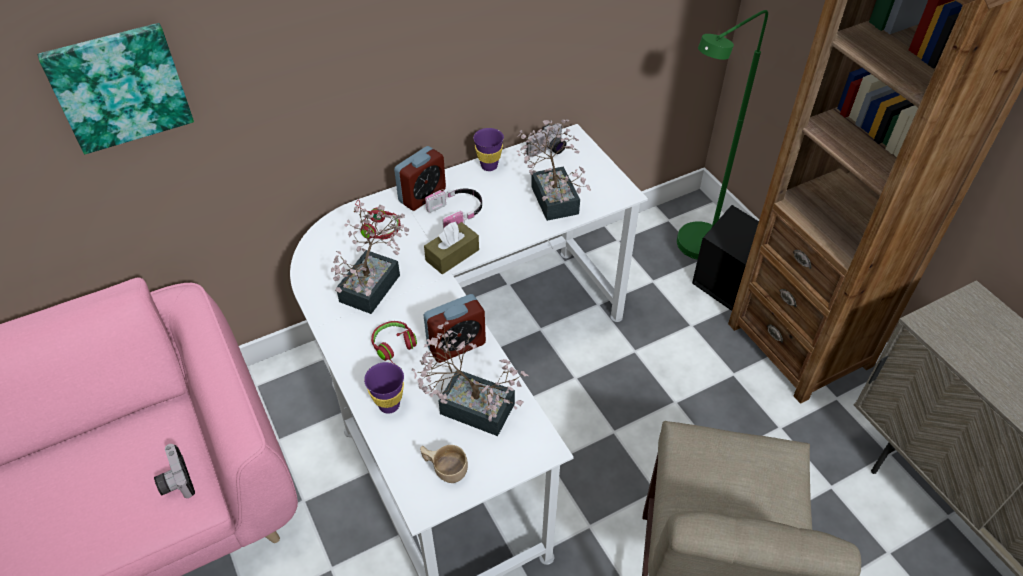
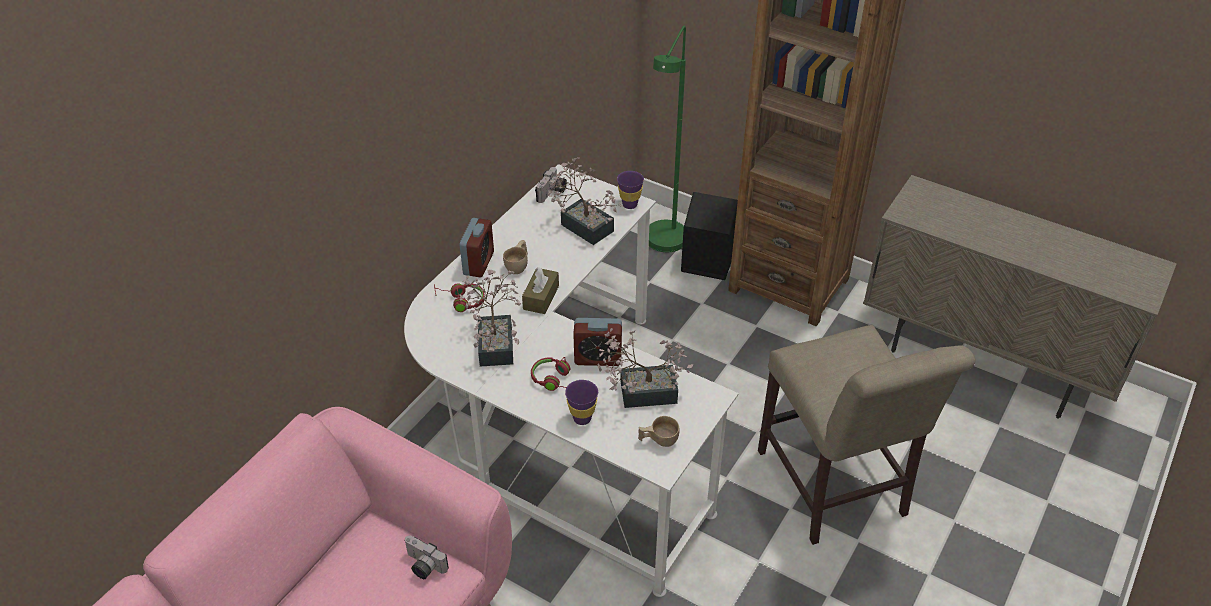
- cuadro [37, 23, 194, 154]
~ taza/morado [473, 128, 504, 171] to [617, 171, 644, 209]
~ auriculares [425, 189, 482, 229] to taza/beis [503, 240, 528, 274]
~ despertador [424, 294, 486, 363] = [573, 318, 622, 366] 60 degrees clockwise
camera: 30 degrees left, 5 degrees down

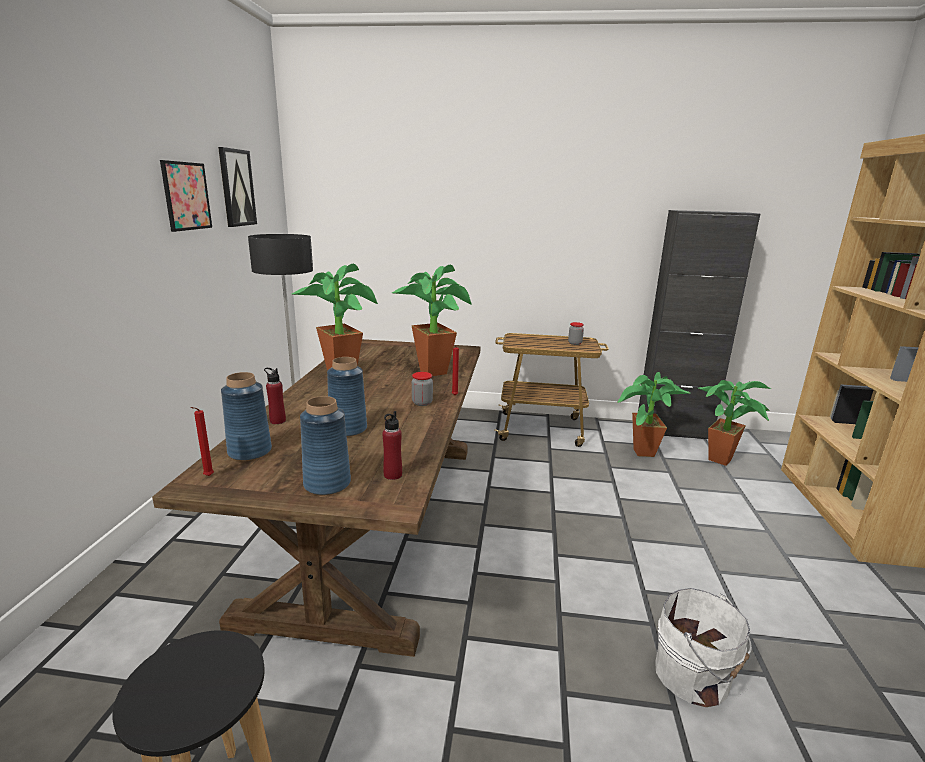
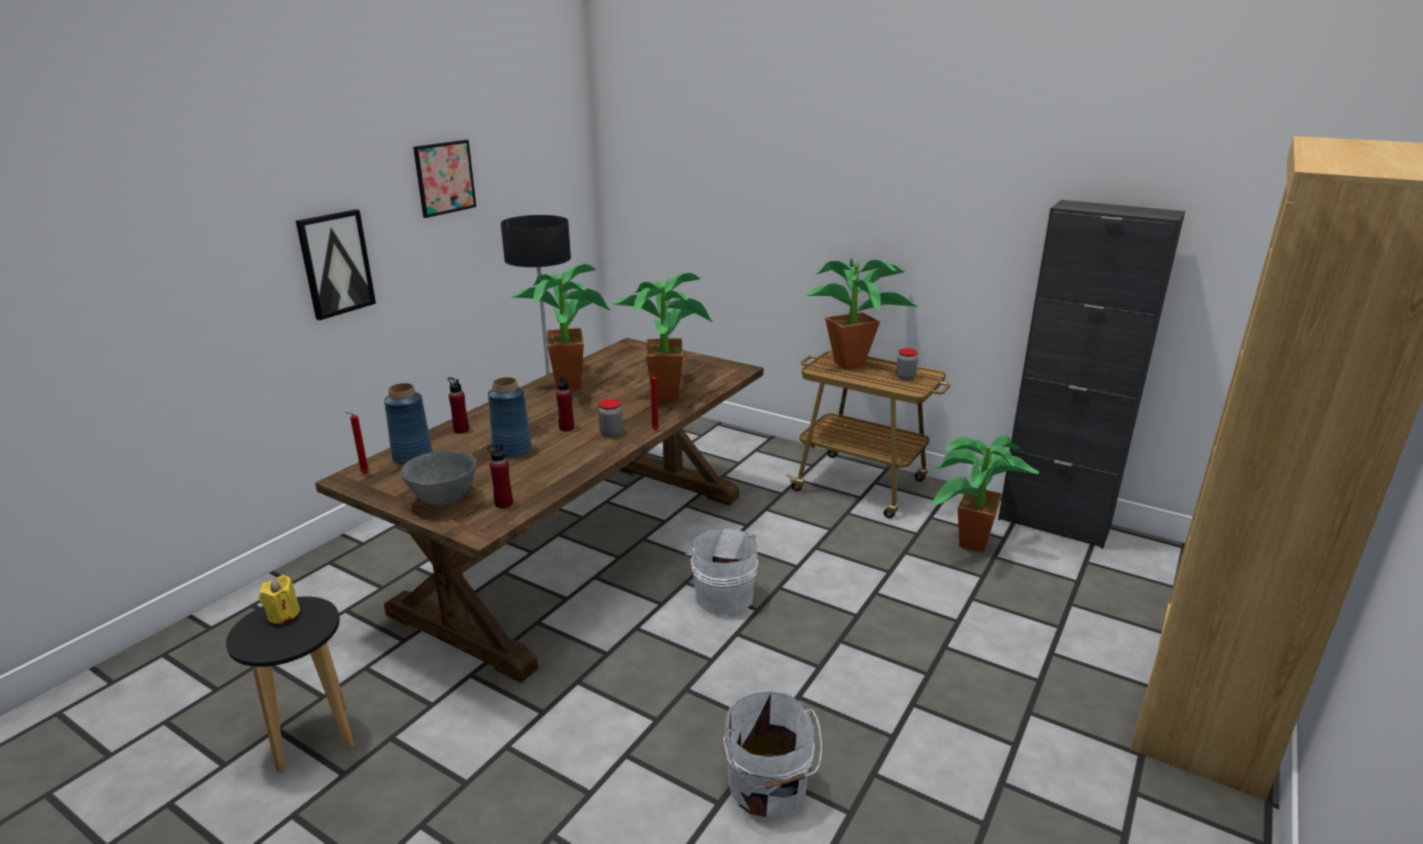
~ cuadro [218, 147, 257, 227] to [296, 209, 376, 320]
~ planta en maceta [698, 380, 771, 466] to [805, 258, 919, 370]
~ florero/azul [300, 396, 351, 495] to cuenco/gris [401, 450, 476, 505]
+ botella/rojo [556, 375, 574, 431]
+ cubo/blanco [685, 528, 758, 615]
+ vela/amarillo [259, 575, 300, 624]
camera: 25 degrees right, 5 degrees up

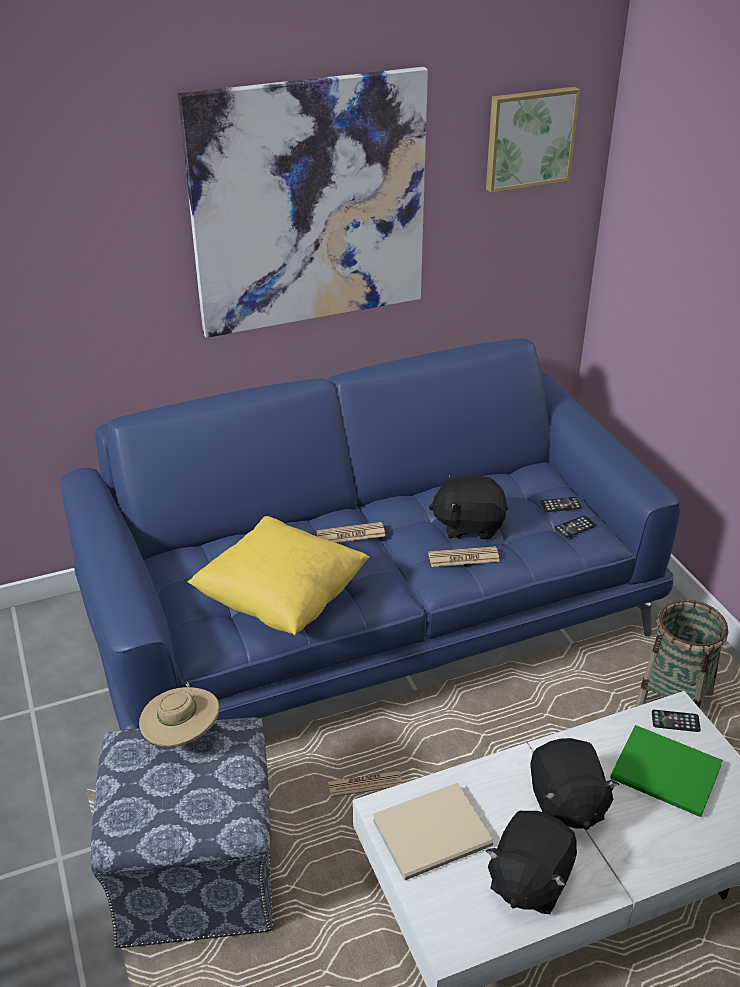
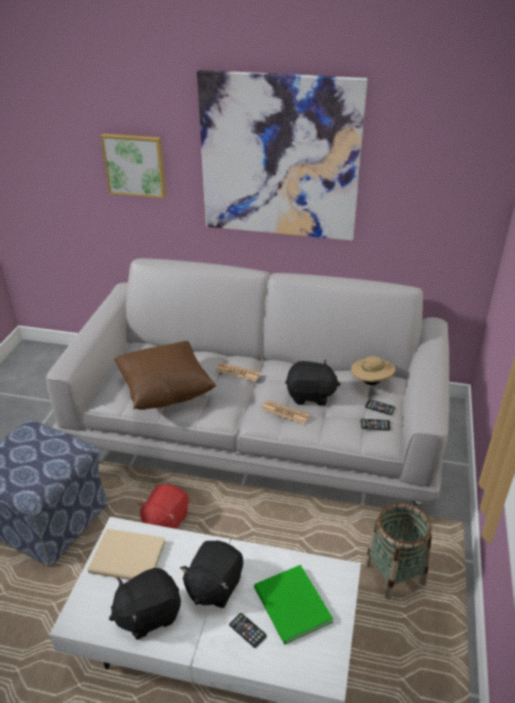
~ cuadro [486, 87, 580, 193] to [101, 134, 166, 198]
~ sofá/azul [61, 338, 680, 730] to sofá/gris [46, 258, 450, 509]
~ peluche/negro [429, 473, 508, 539] = [285, 360, 340, 406] 150 degrees clockwise
~ cojín/amarillo [188, 516, 369, 635] to cojín/marrón [114, 341, 216, 410]
~ sombrero/beis [139, 682, 219, 747] to [351, 355, 395, 385]
~ móvil [652, 710, 701, 732] to [229, 613, 267, 648]
~ periódico [328, 771, 402, 797] to peluche/rojo [137, 484, 189, 529]
camera: 35 degrees right, 0 degrees up

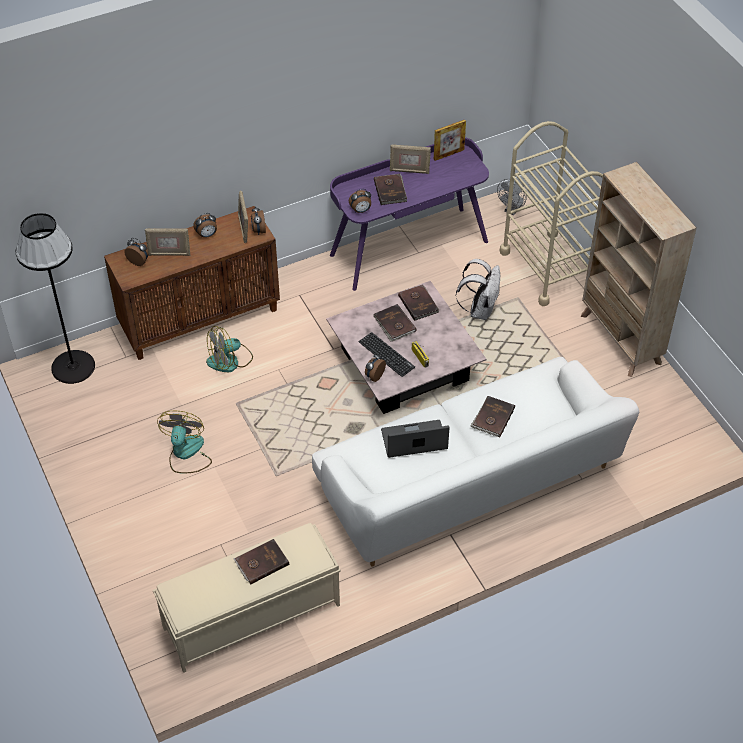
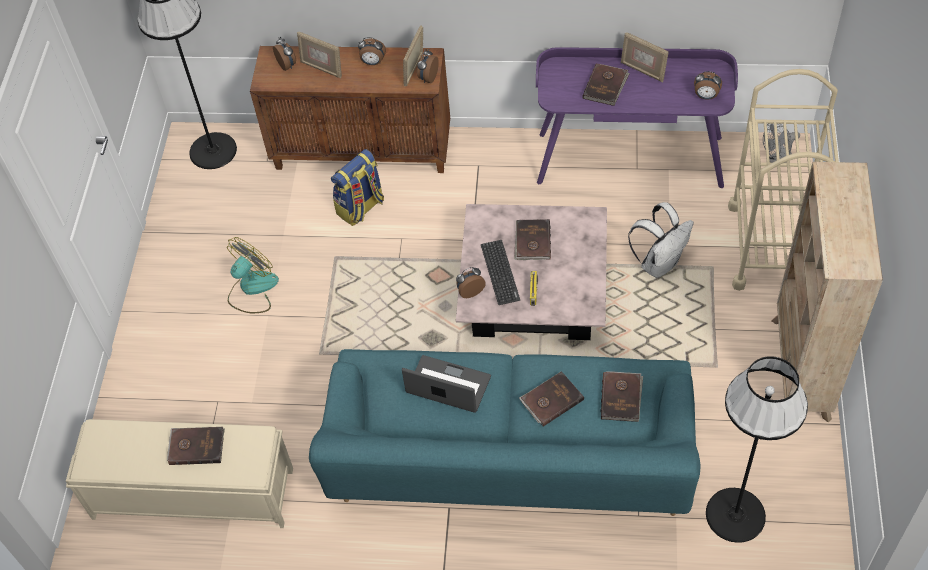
- portarretratos [434, 119, 466, 161]
~ despertador [349, 189, 371, 213] to [694, 71, 722, 100]
~ libro/marrón [398, 284, 439, 321] to [600, 372, 643, 422]
~ ventilador [206, 326, 253, 372] to mochila [331, 149, 384, 226]
~ sofá/blanco [312, 357, 639, 567] to sofá/turquesa [309, 349, 700, 516]
+ lámpara de pie/negro [706, 356, 808, 543]
camera: 35 degrees right, 5 degrees up

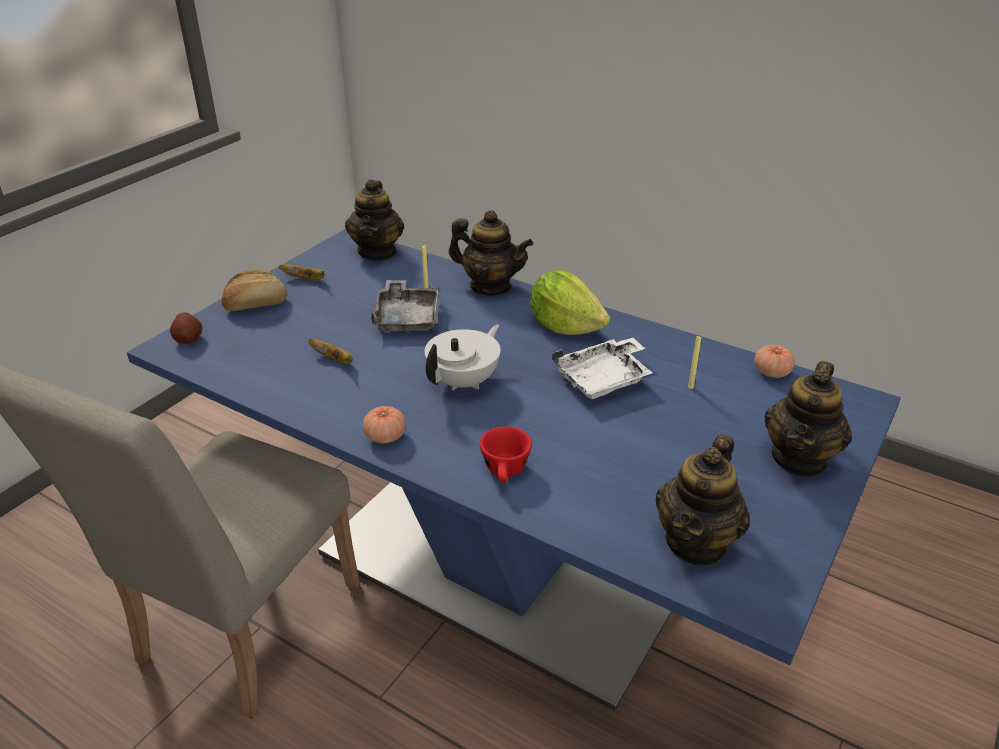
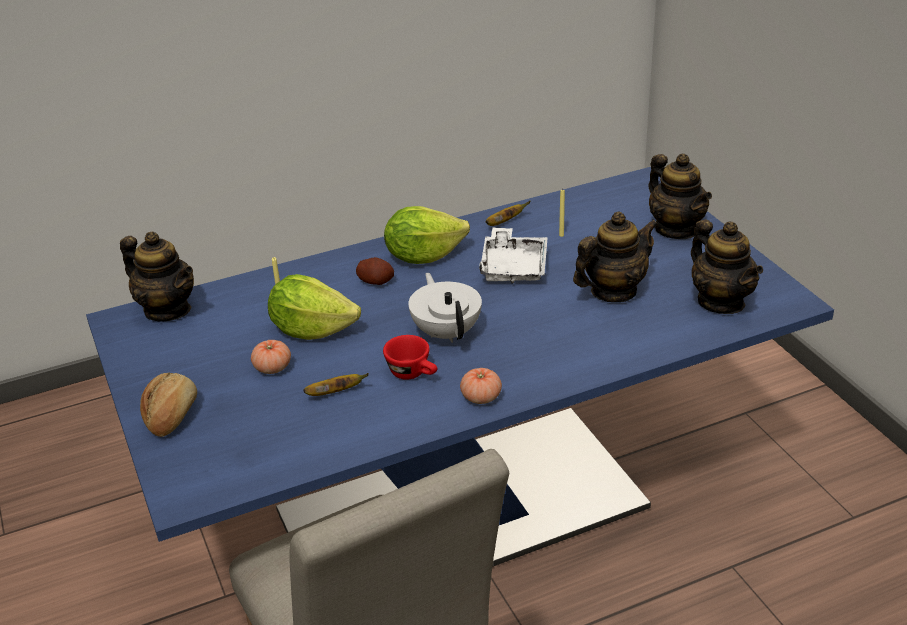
~ tetera [449, 210, 533, 295] to [573, 212, 658, 302]
~ plátano [279, 264, 325, 280] to [486, 201, 530, 226]
~ bandeja/gris [371, 280, 441, 333] to lechuga [268, 274, 361, 340]
~ patata [170, 312, 202, 344] to [356, 257, 394, 285]
~ tomate [754, 345, 795, 378] to [251, 340, 291, 374]
~ taza/rojo [480, 426, 532, 482] to [383, 335, 437, 380]
camera: 55 degrees left, 0 degrees up

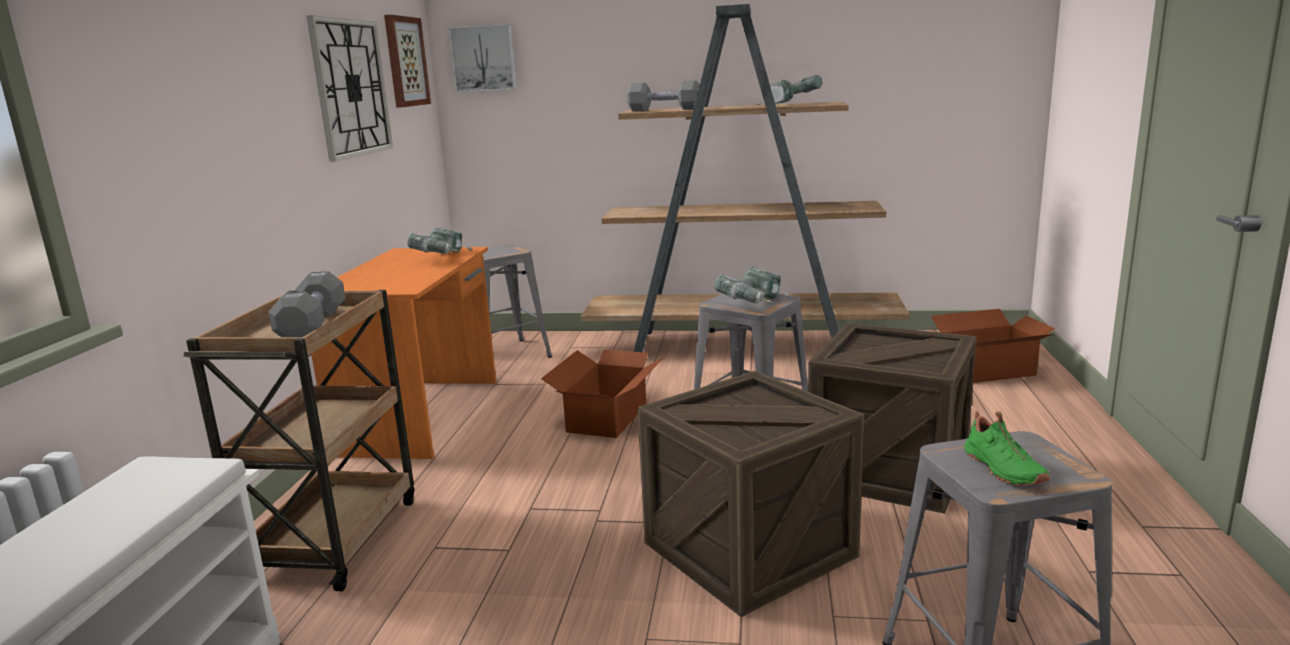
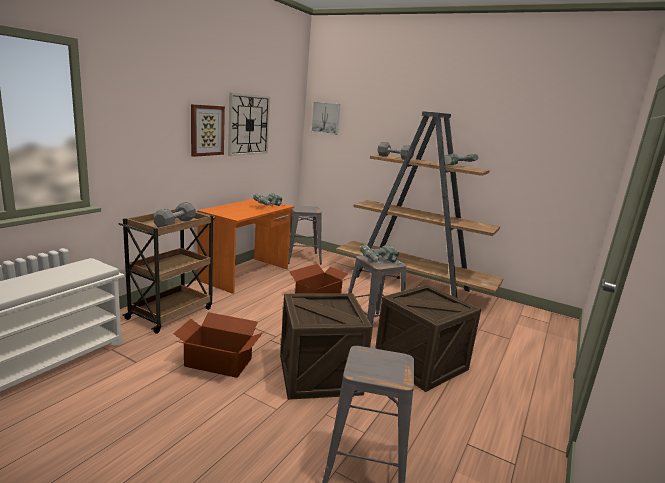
~ cuadro [384, 15, 431, 108] to [191, 104, 225, 157]
~ caja de cartón [927, 309, 1055, 383] to [173, 312, 263, 378]
- zapato/verde [965, 411, 1050, 486]
camera: 20 degrees right, 0 degrees up

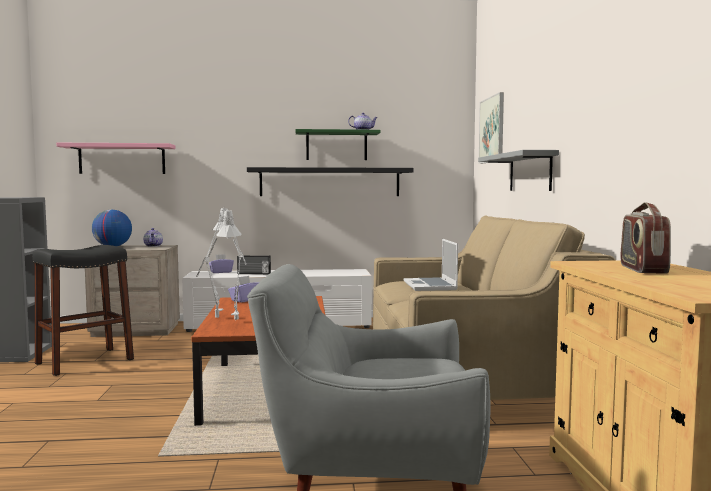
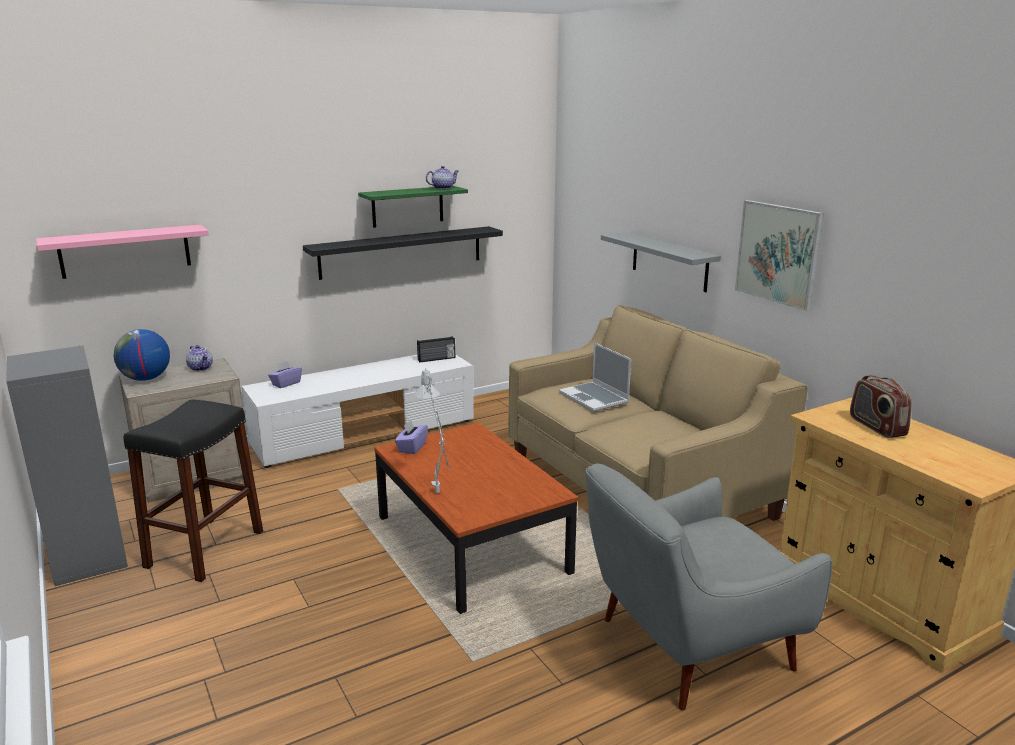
~ cuadro [479, 92, 504, 164] to [735, 200, 824, 311]
- lámpara de mesa/gris [216, 210, 247, 320]
~ radio [237, 256, 271, 274] to [417, 336, 455, 362]
camera: 25 degrees left, 15 degrees up

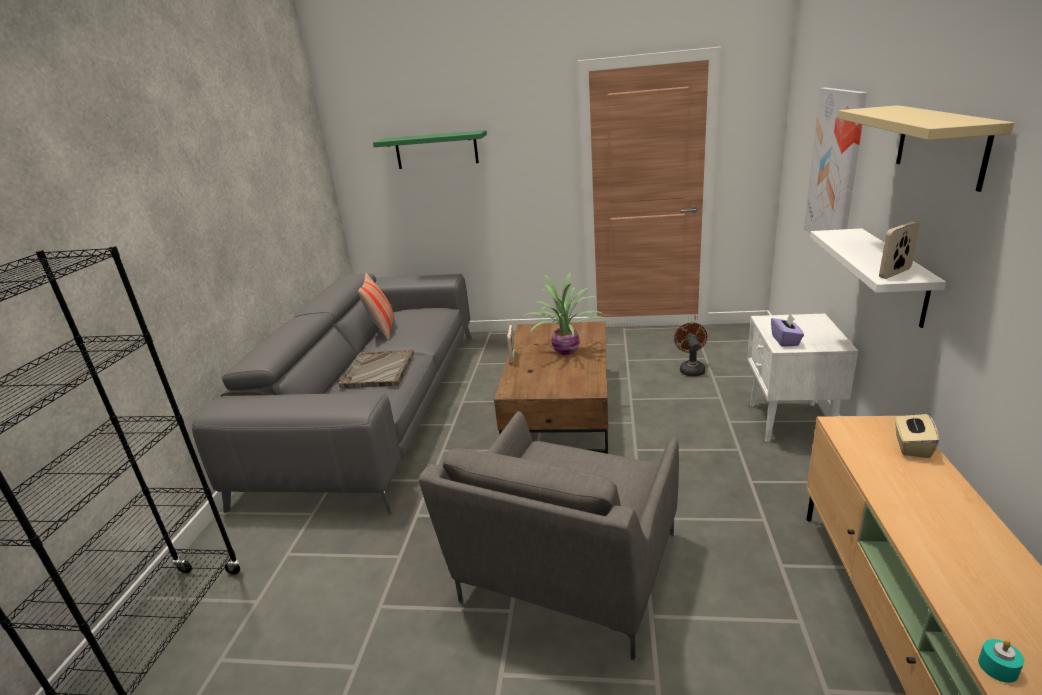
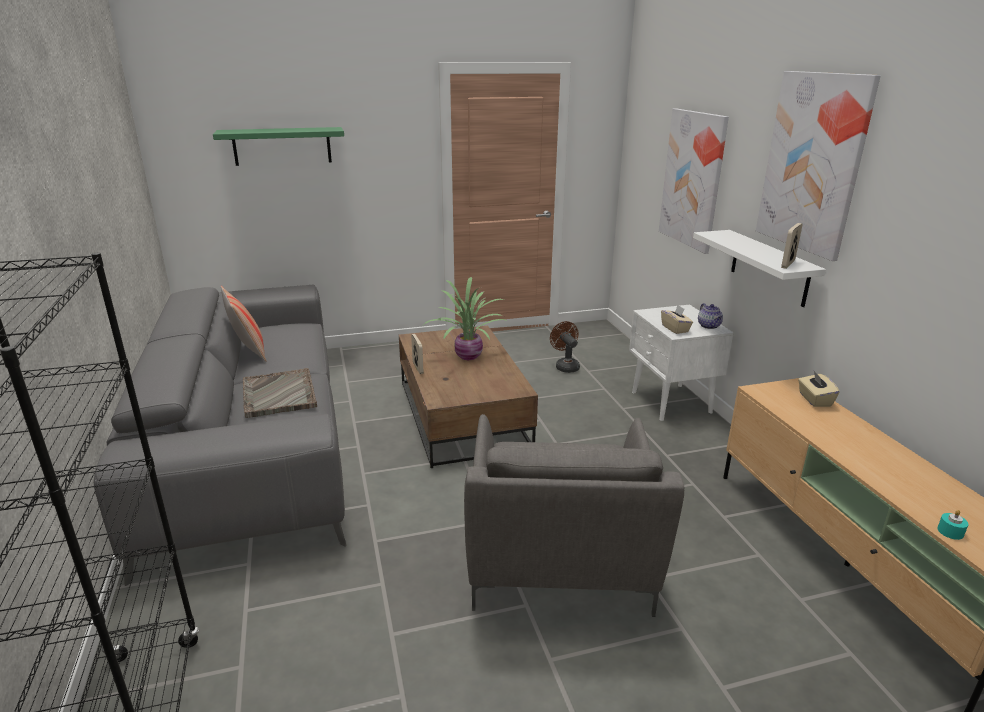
~ estante/beis [838, 105, 1014, 192] to cuadro [756, 71, 881, 261]
~ caja de pañuelos/morado [771, 314, 804, 347] to caja de pañuelos/beis [661, 305, 693, 334]
+ tetera [698, 303, 723, 329]
camera: 25 degrees left, 0 degrees up

